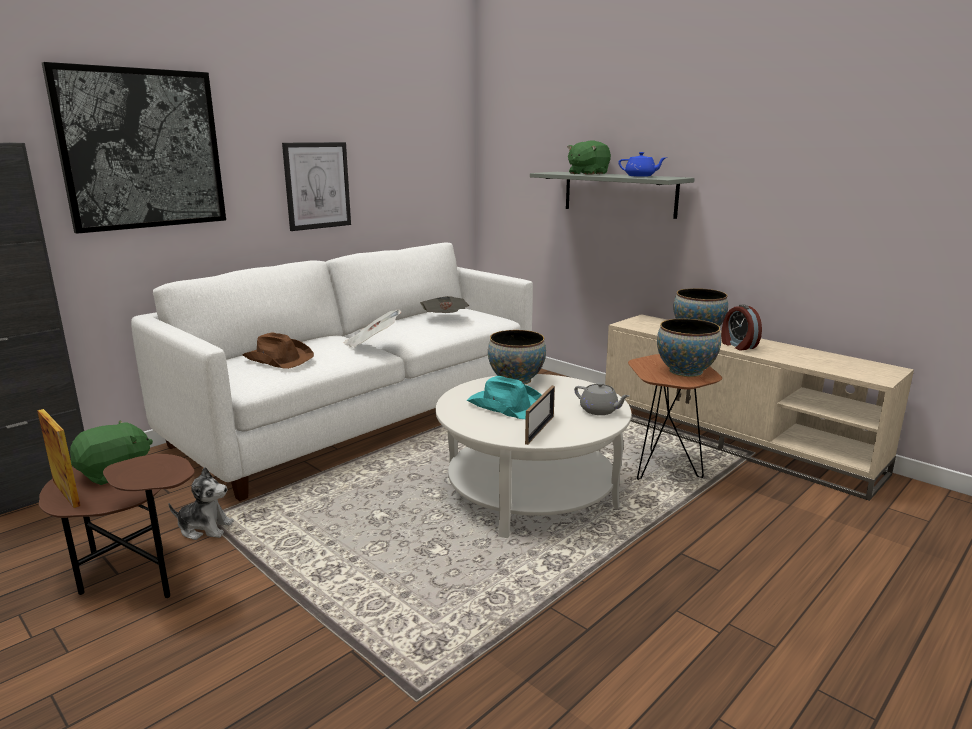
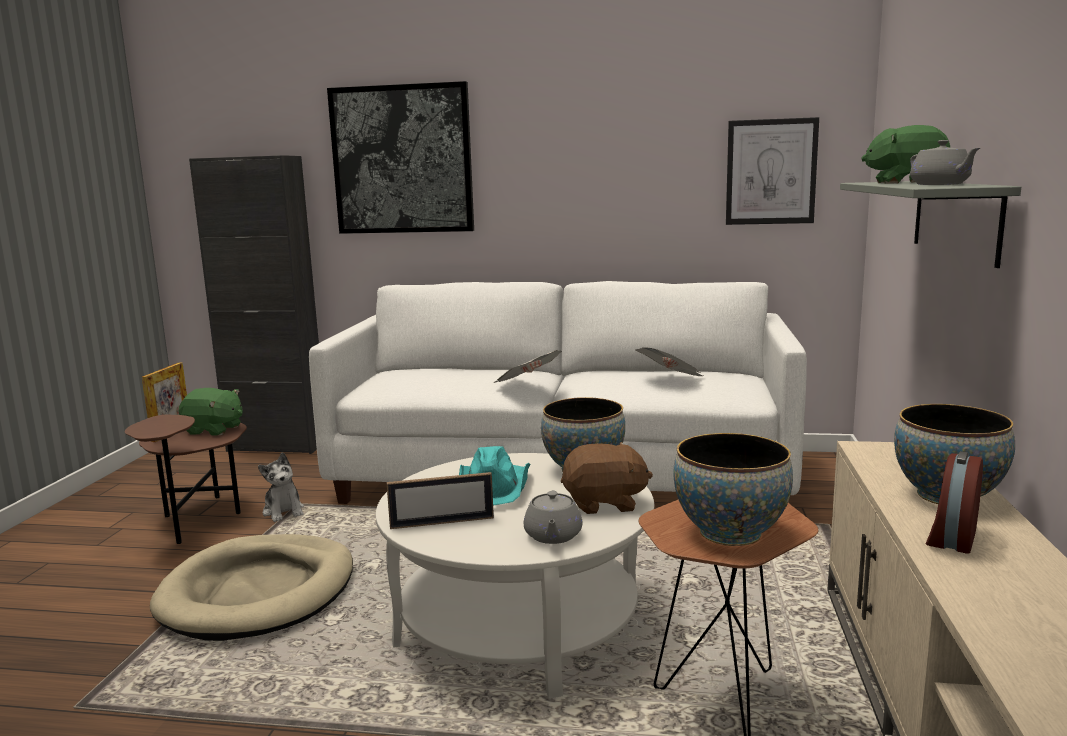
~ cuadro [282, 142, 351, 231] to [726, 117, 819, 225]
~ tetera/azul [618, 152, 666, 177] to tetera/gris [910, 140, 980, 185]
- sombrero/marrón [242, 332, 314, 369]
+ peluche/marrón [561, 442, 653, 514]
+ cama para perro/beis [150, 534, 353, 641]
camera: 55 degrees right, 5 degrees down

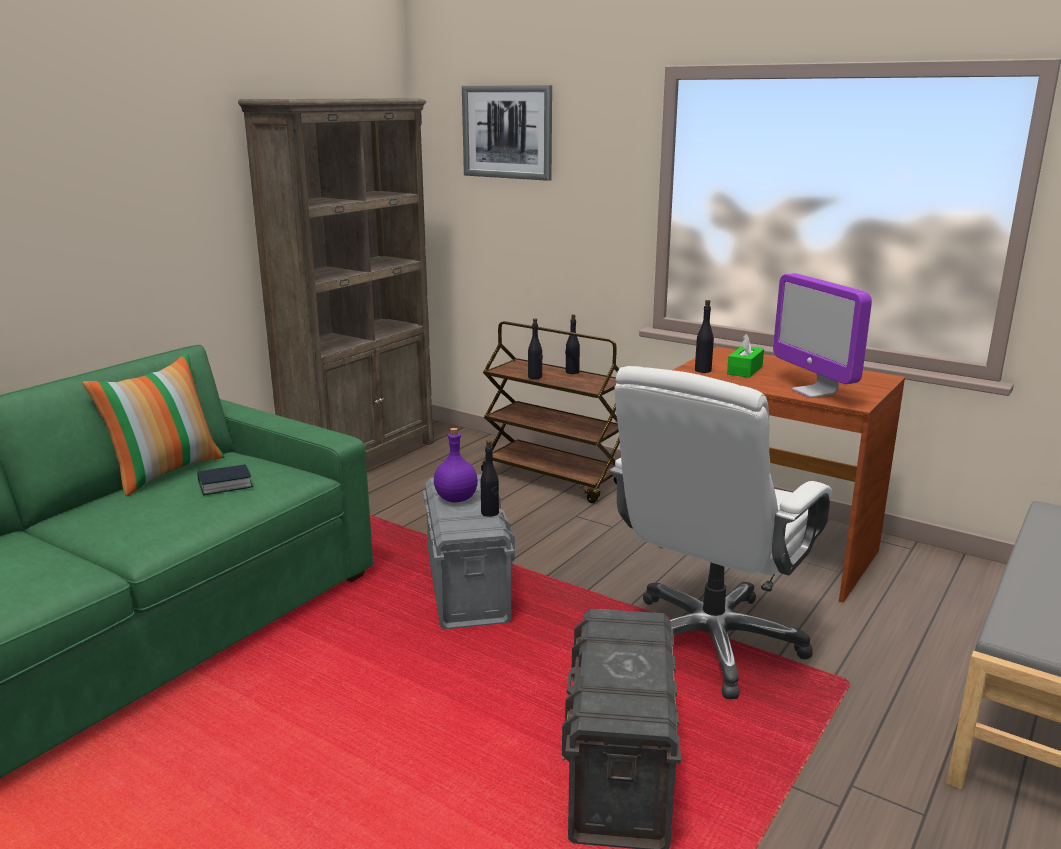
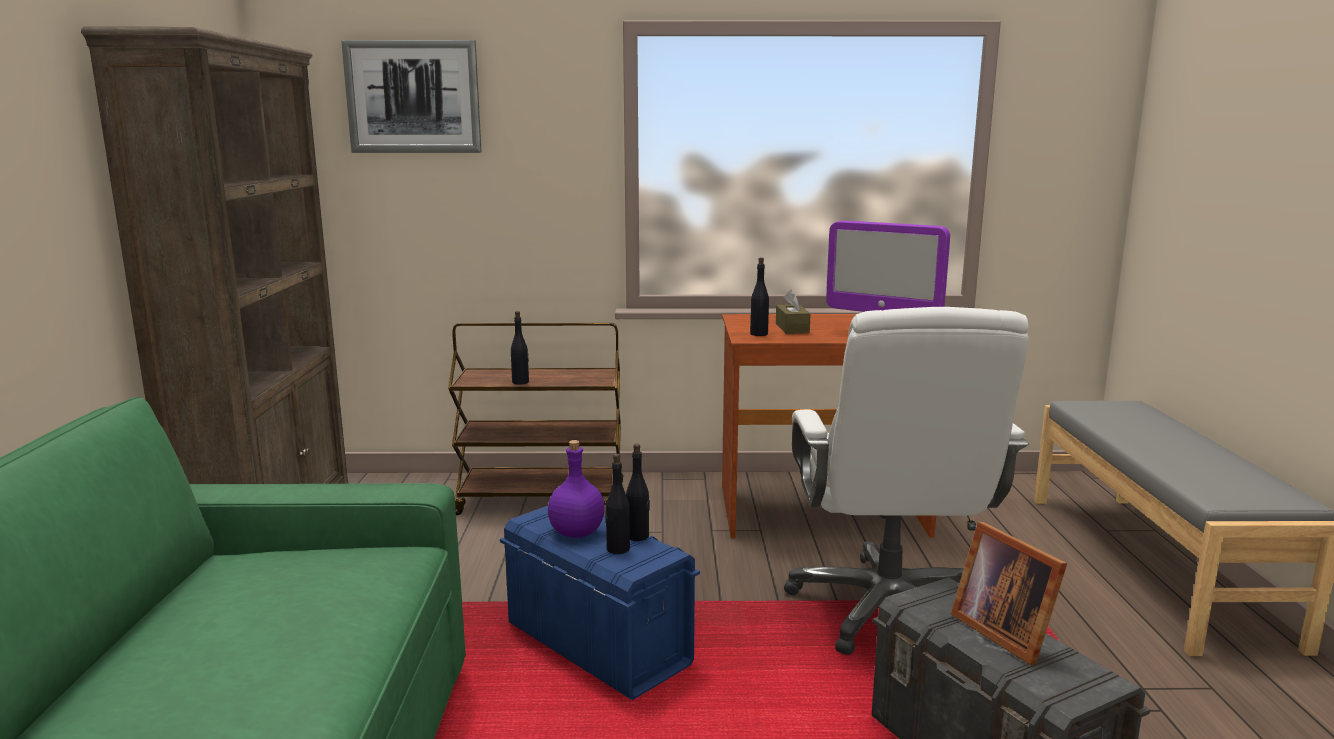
~ botella/negro [565, 314, 580, 374] to [605, 454, 630, 554]
~ caja de pañuelos/verde [727, 334, 764, 378] to caja de pañuelos/marrón [776, 290, 811, 334]
- cojín [82, 353, 225, 496]
- libro [197, 464, 253, 495]
~ caja de almacenaje/gris [423, 474, 515, 629] to caja de almacenaje/azul [500, 506, 700, 700]
+ portarretratos [951, 522, 1067, 665]
camera: 35 degrees left, 5 degrees down

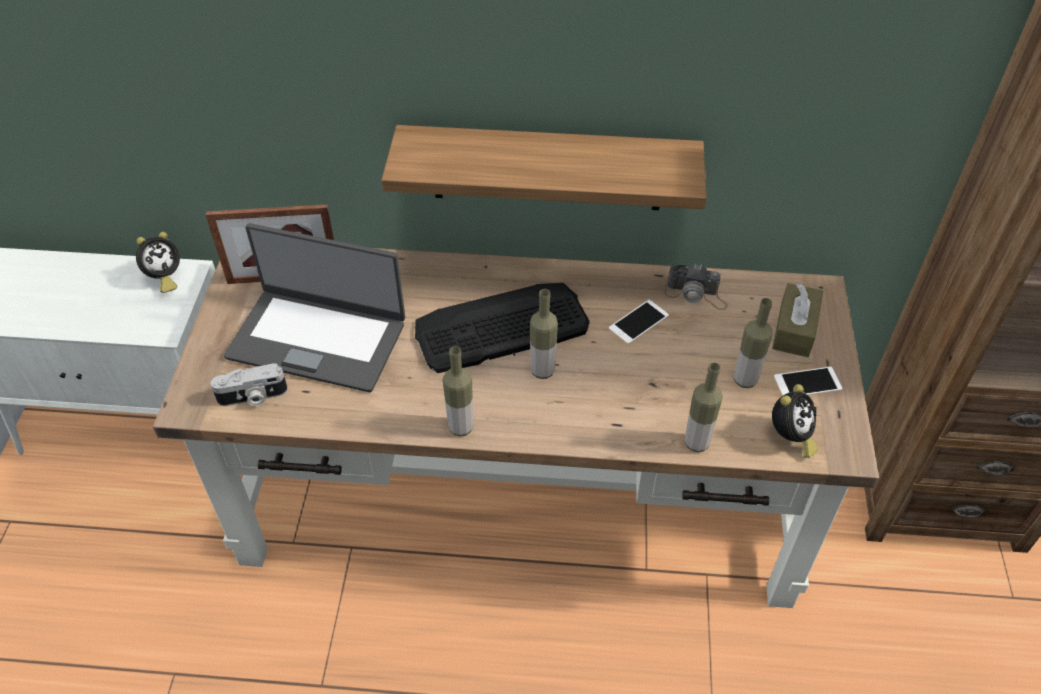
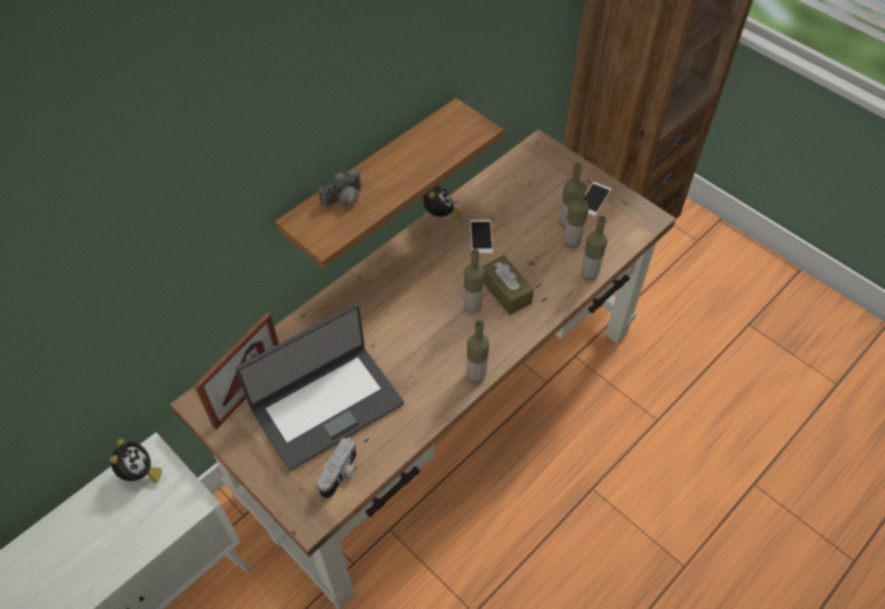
~ cámara [664, 264, 728, 310] to [318, 170, 378, 214]
- teclado [415, 283, 589, 373]
~ caja de pañuelos/marrón [772, 283, 823, 357] to [482, 255, 534, 315]
~ despertador [772, 384, 818, 458] to [423, 186, 461, 219]
+ botella [564, 183, 589, 248]
camera: 50 degrees left, 5 degrees up

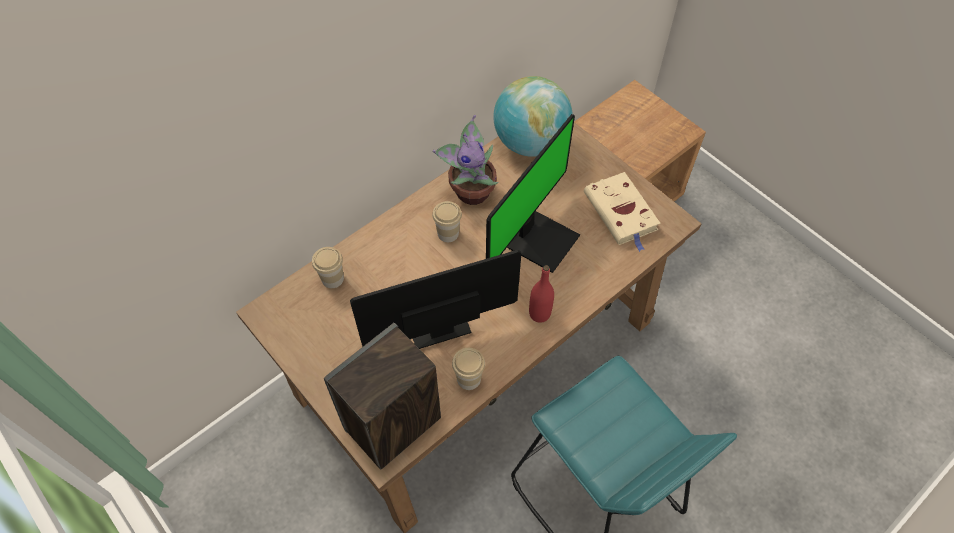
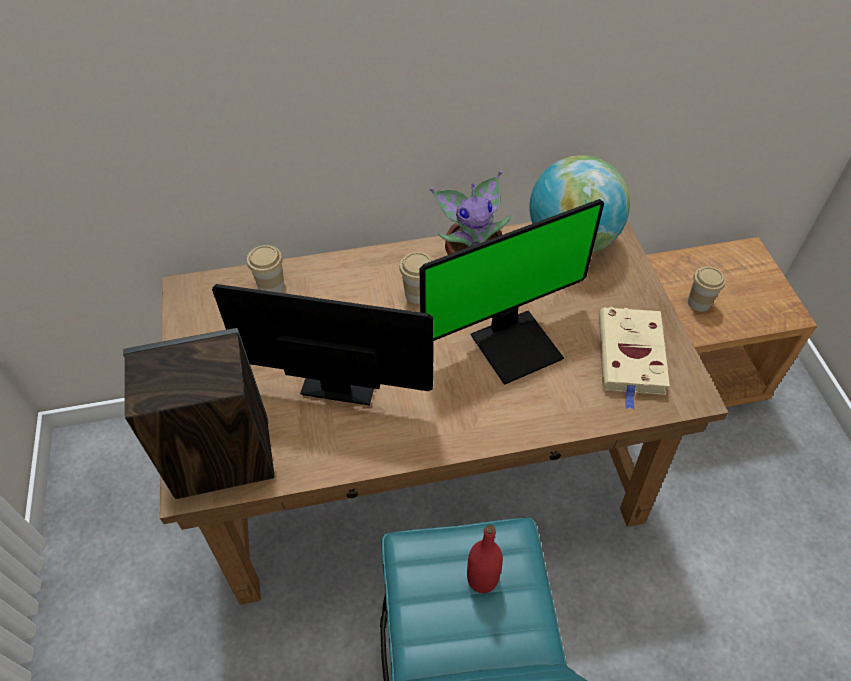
~ botella/rojo [529, 265, 554, 323] to [467, 525, 503, 593]
~ taza [452, 348, 485, 390] to [688, 267, 726, 312]
camera: 30 degrees right, 5 degrees down

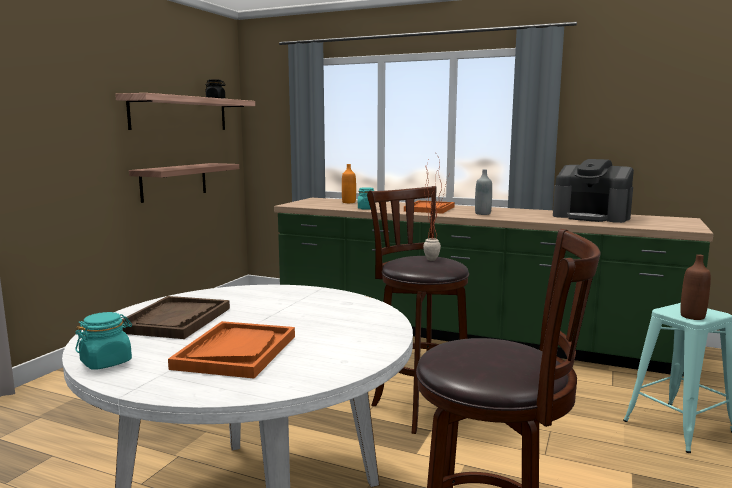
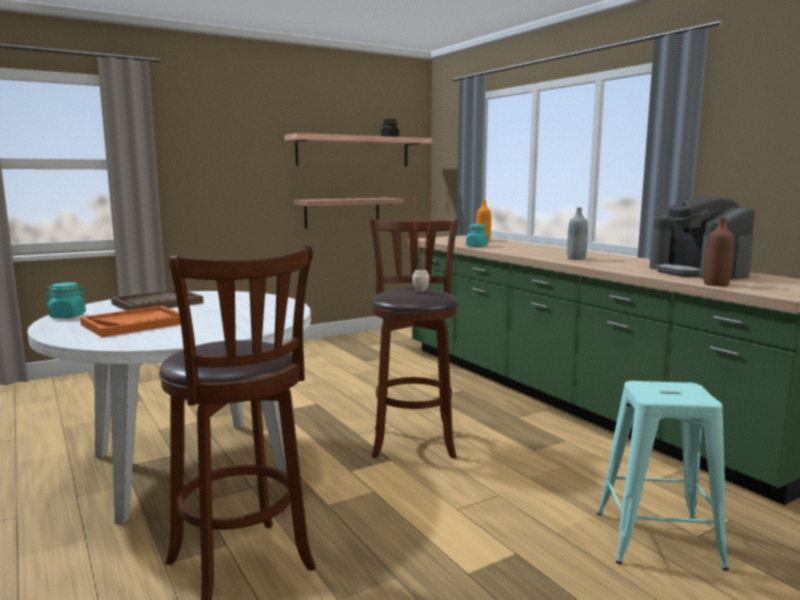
- bandeja/naranja [404, 201, 455, 214]
~ botella/marrón [680, 254, 711, 320] to [704, 217, 734, 286]
camera: 35 degrees right, 0 degrees up

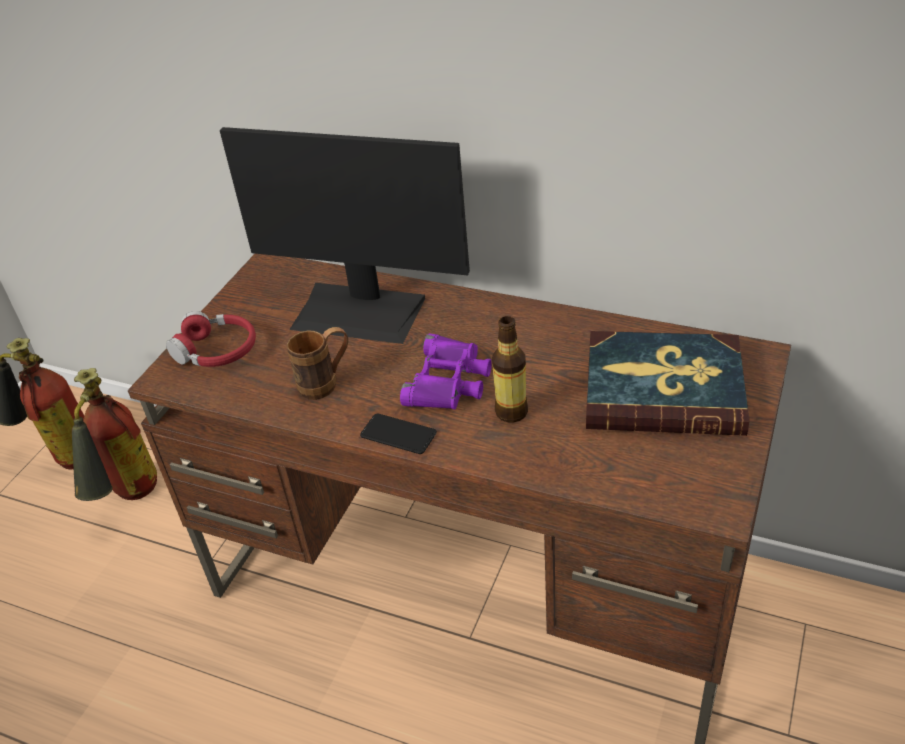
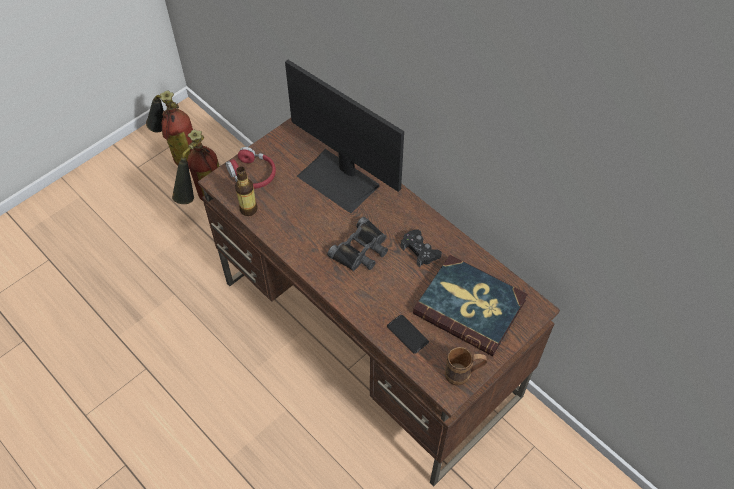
~ botella [492, 316, 528, 423] to [235, 166, 258, 216]
~ taza grande/marrón [287, 327, 348, 400] to [445, 347, 487, 386]
~ prismáticos/morado [400, 333, 492, 409] to prismáticos/negro [327, 217, 388, 271]
~ móvil [360, 414, 437, 454] to [387, 315, 429, 354]
+ mando de consola/negro [400, 229, 442, 267]
camera: 20 degrees right, 15 degrees up

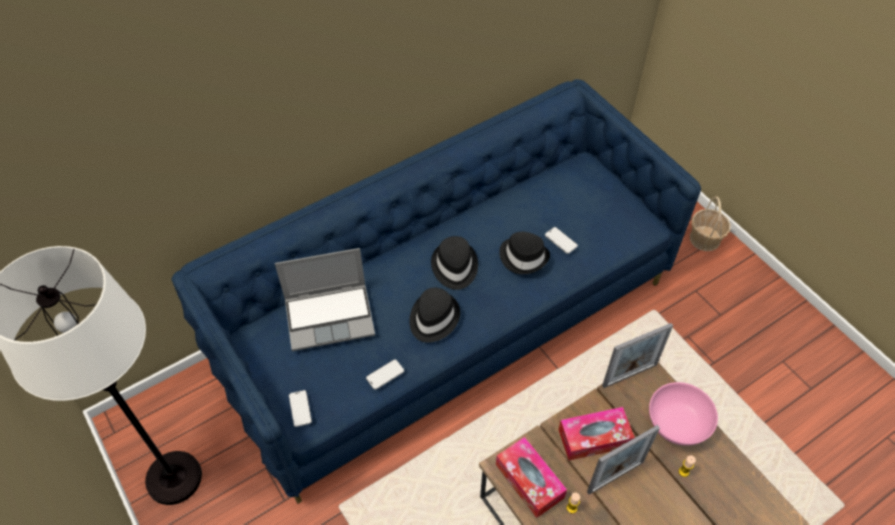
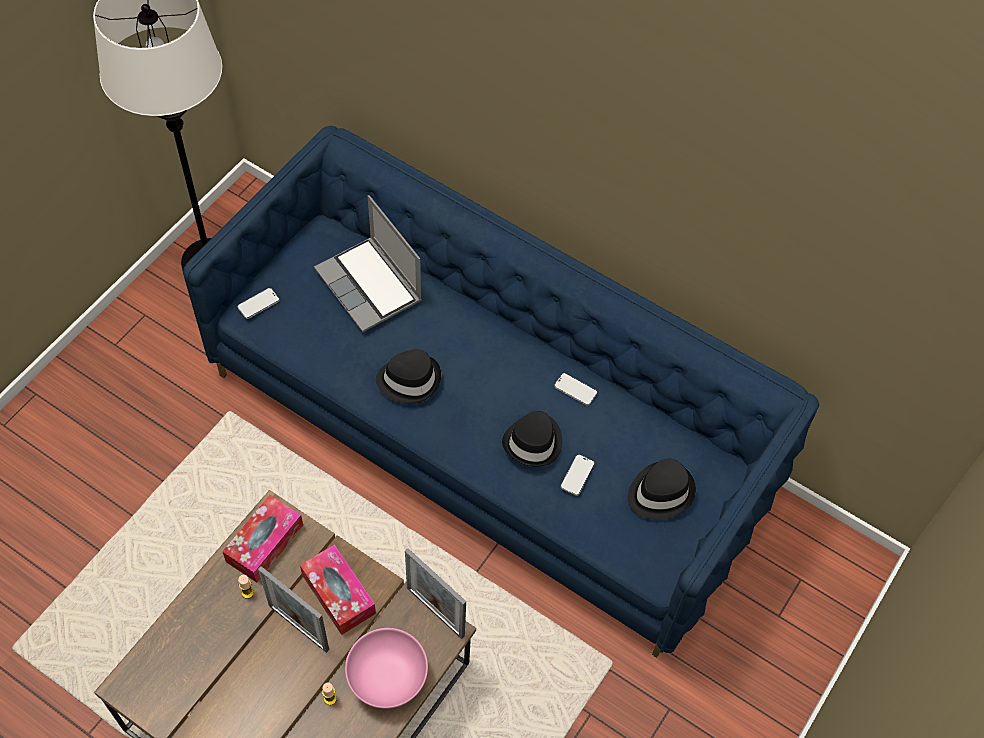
- cesta [690, 196, 731, 251]
~ sombrero/negro [431, 236, 478, 290] to [628, 459, 696, 520]
~ móvil [366, 359, 404, 390] to [554, 373, 597, 406]
camera: 65 degrees right, 5 degrees up

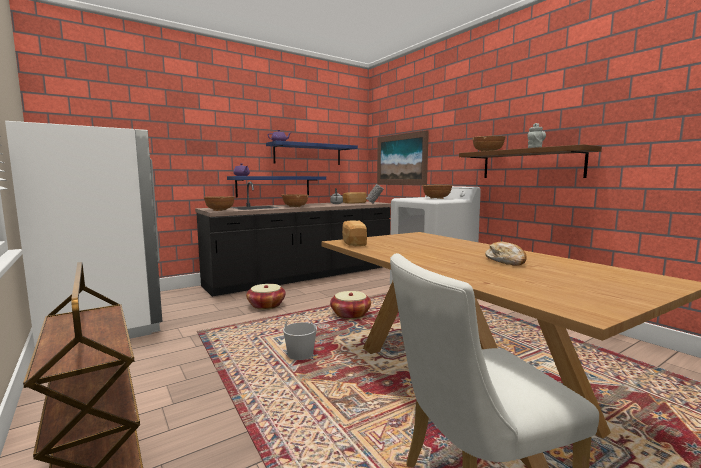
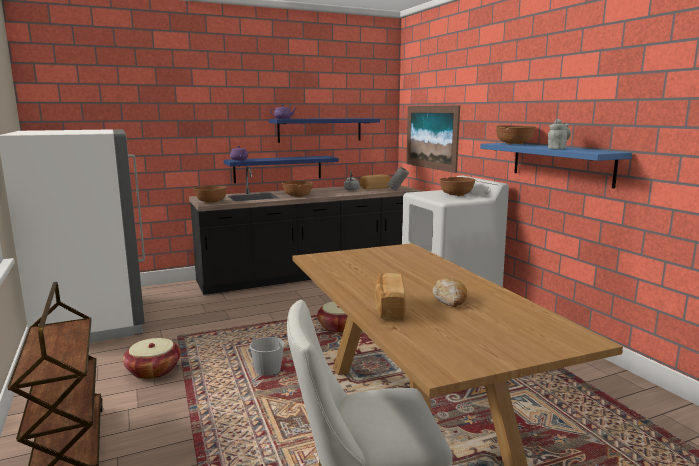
~ estante/marrón [459, 144, 602, 178] to estante/azul [480, 143, 632, 188]
~ pan [342, 221, 367, 246] to [375, 273, 406, 320]
~ cesta [246, 284, 286, 310] to [123, 338, 181, 379]
camera: 10 degrees right, 5 degrees up

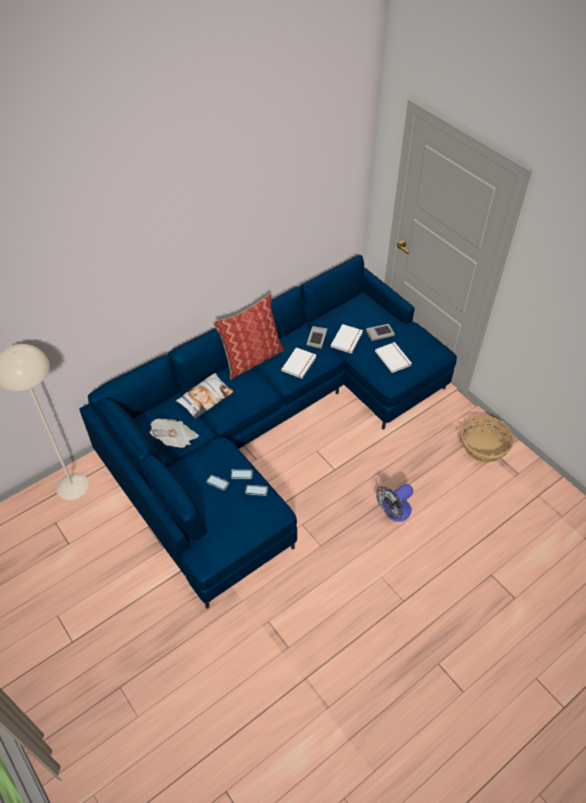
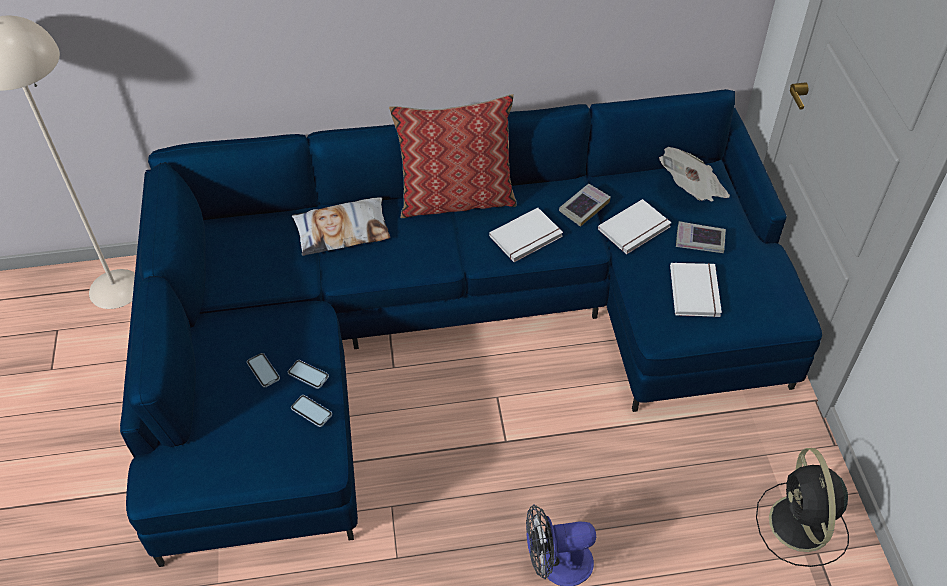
~ cesta [461, 416, 514, 463] to ventilador/negro [756, 448, 849, 567]
~ periódico [150, 419, 199, 448] to [659, 147, 730, 202]
camera: 30 degrees right, 0 degrees up

